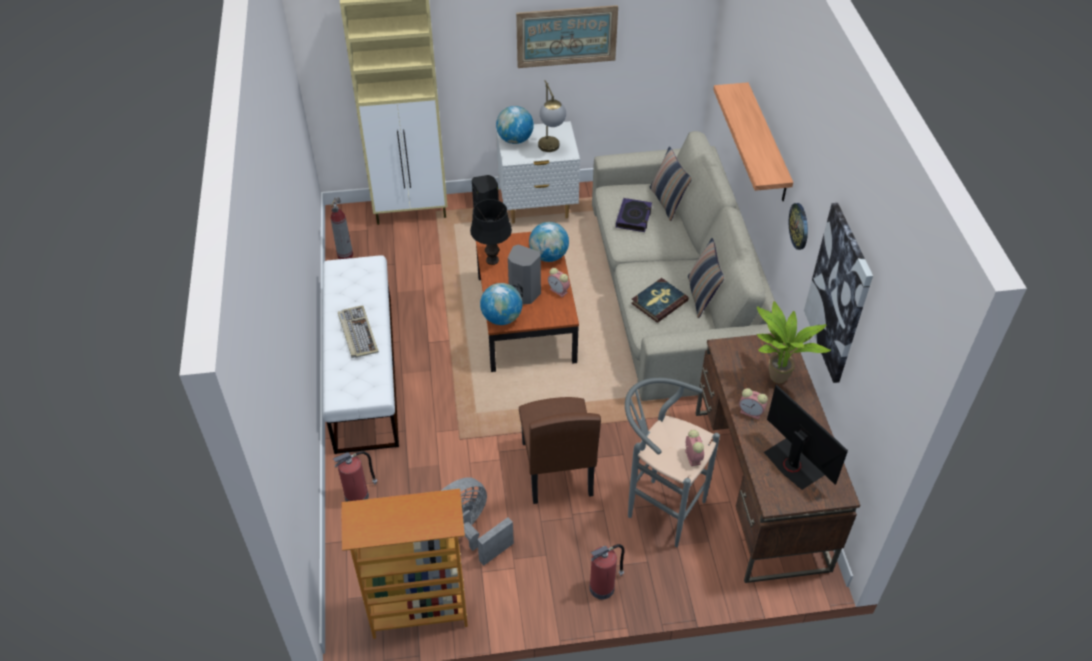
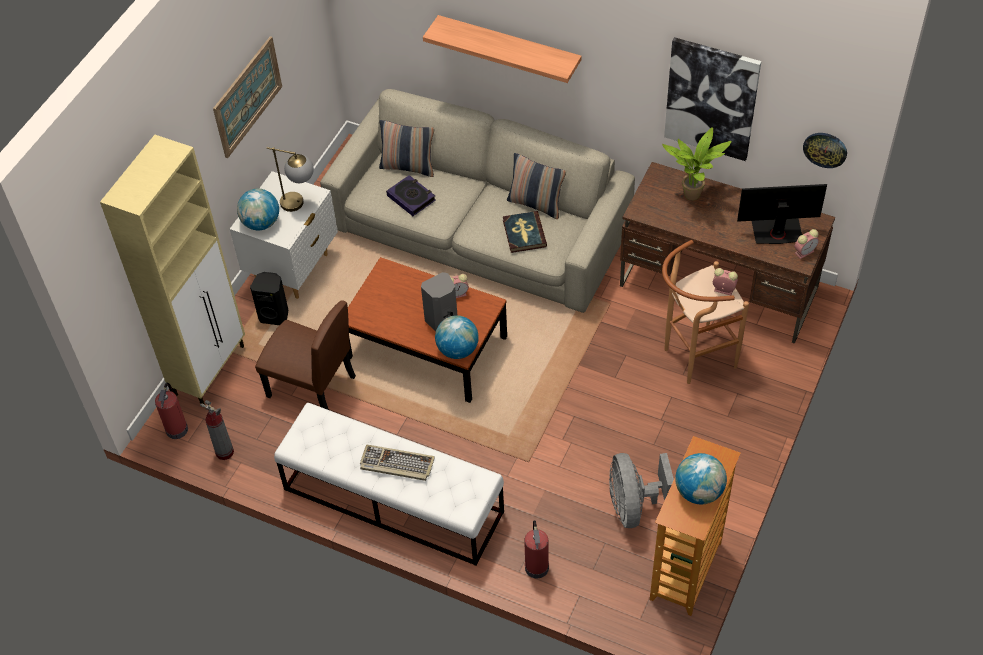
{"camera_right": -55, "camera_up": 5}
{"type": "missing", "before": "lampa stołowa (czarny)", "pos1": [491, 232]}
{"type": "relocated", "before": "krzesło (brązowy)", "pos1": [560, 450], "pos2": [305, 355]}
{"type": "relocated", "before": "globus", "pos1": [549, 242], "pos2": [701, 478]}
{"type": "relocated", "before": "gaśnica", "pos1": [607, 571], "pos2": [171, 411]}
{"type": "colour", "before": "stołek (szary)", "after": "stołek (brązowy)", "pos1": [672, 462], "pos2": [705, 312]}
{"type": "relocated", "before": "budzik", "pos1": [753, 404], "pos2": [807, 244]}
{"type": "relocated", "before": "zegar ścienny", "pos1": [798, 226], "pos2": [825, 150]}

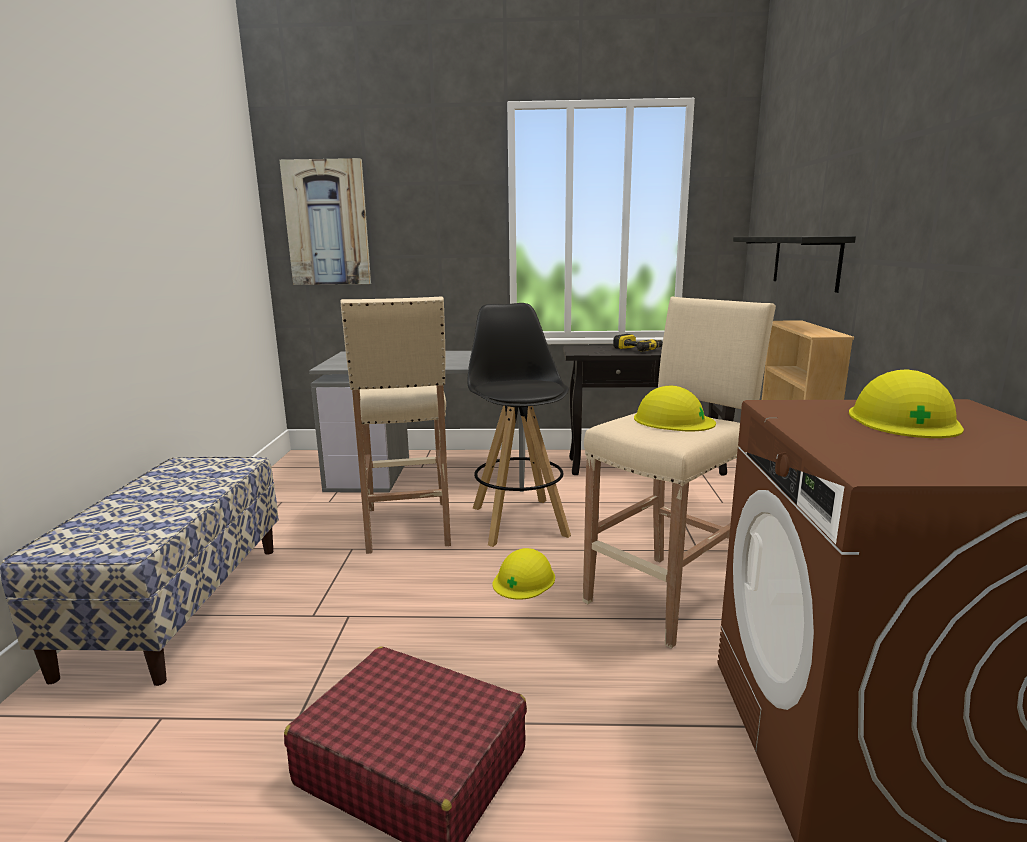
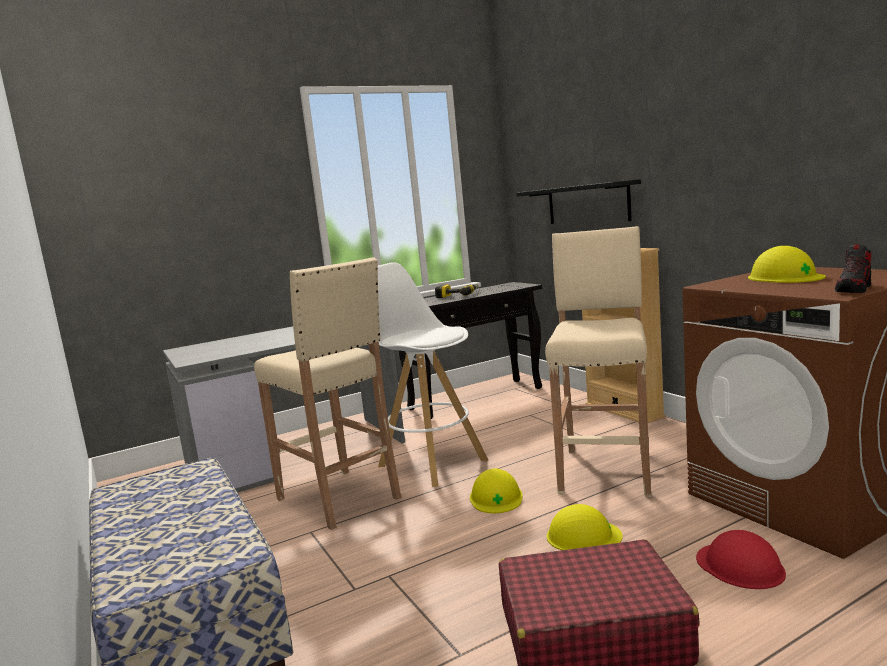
{"camera_right": -30, "camera_up": -5}
{"type": "missing", "before": "obraz", "pos1": [325, 221]}
{"type": "colour", "before": "stołek (czarny)", "after": "stołek (biały)", "pos1": [519, 425], "pos2": [433, 374]}
{"type": "relocated", "before": "kask (żółty)", "pos1": [675, 408], "pos2": [584, 527]}
{"type": "appeared", "after": "kask (czerwony)", "pos2": [741, 559]}
{"type": "appeared", "after": "but", "pos2": [853, 269]}

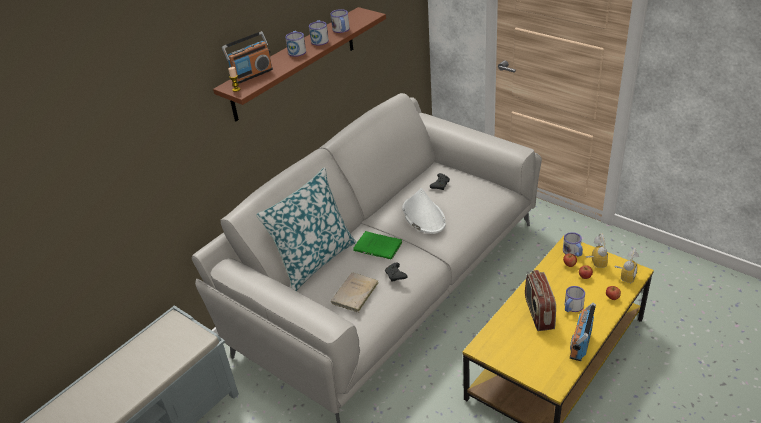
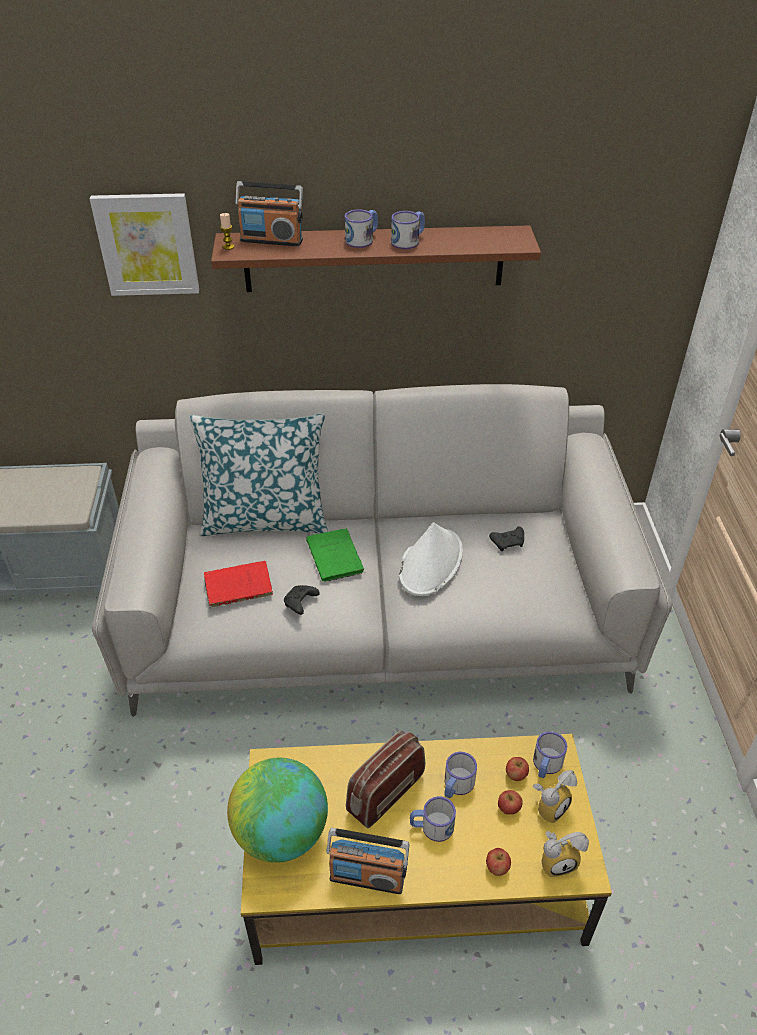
{"camera_right": 45, "camera_up": 5}
{"type": "relocated", "before": "kubek", "pos1": [340, 21], "pos2": [460, 775]}
{"type": "colour", "before": "książka (beżowy)", "after": "książka (czerwony)", "pos1": [355, 293], "pos2": [238, 585]}
{"type": "spun", "before": "radio", "pos1": [583, 332], "pos2": [367, 861], "turn": -150}
{"type": "appeared", "after": "obraz", "pos2": [144, 244]}
{"type": "appeared", "after": "globus", "pos2": [277, 810]}

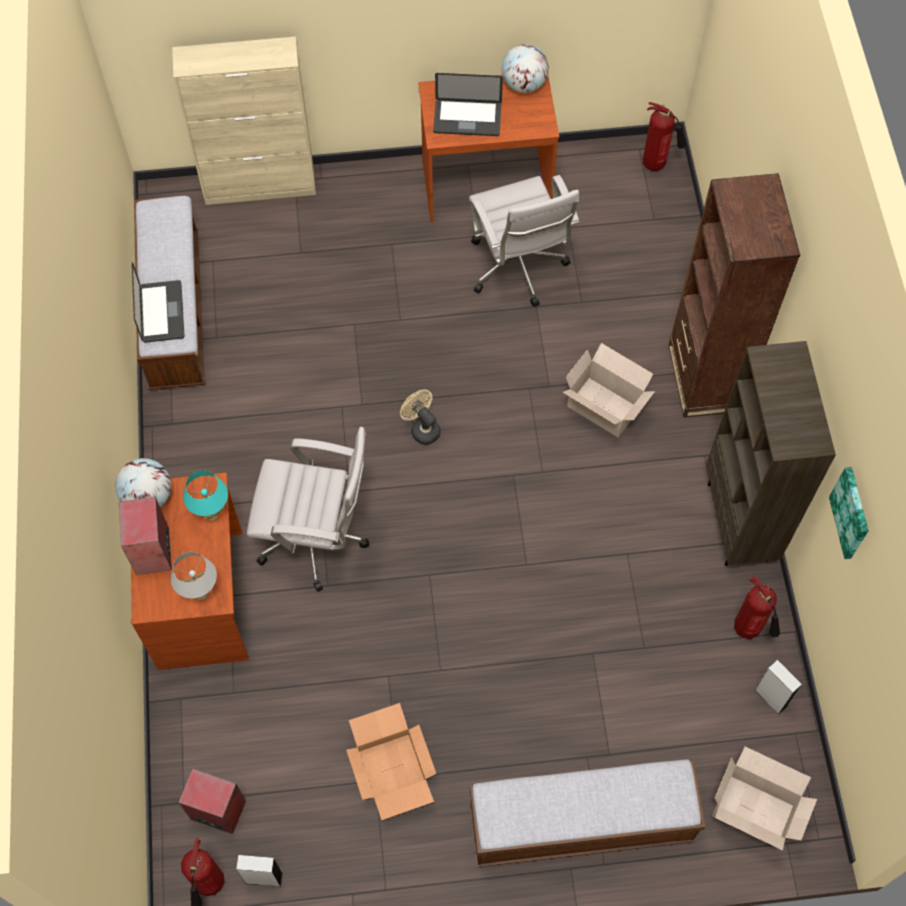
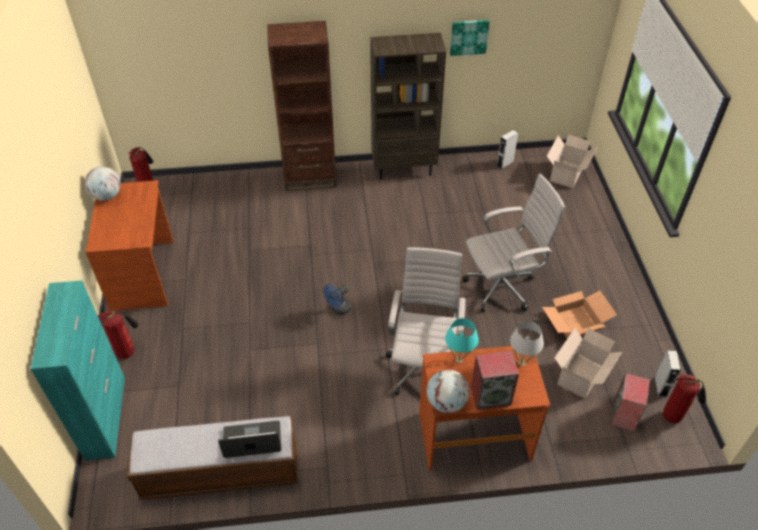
{"camera_right": -90, "camera_up": -15}
{"type": "colour", "before": "szafka (beżowy)", "after": "szafka (turkusowy)", "pos1": [244, 121], "pos2": [77, 370]}
{"type": "colour", "before": "wentylator (beżowy)", "after": "wentylator (niebieski)", "pos1": [420, 417], "pos2": [337, 299]}
{"type": "missing", "before": "laptop", "pos1": [468, 104]}
{"type": "relocated", "before": "krzesło biurowe (biały)", "pos1": [524, 241], "pos2": [514, 243]}
{"type": "missing", "before": "ławka", "pos1": [587, 813]}
{"type": "relocated", "before": "karton", "pos1": [609, 390], "pos2": [588, 363]}
{"type": "relocated", "before": "gaśnica", "pos1": [757, 607], "pos2": [118, 335]}

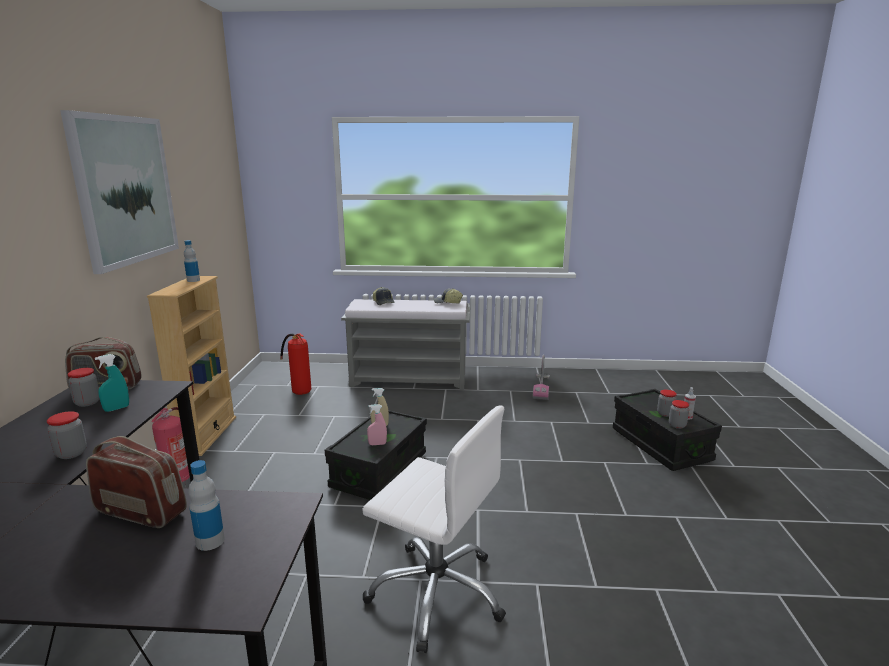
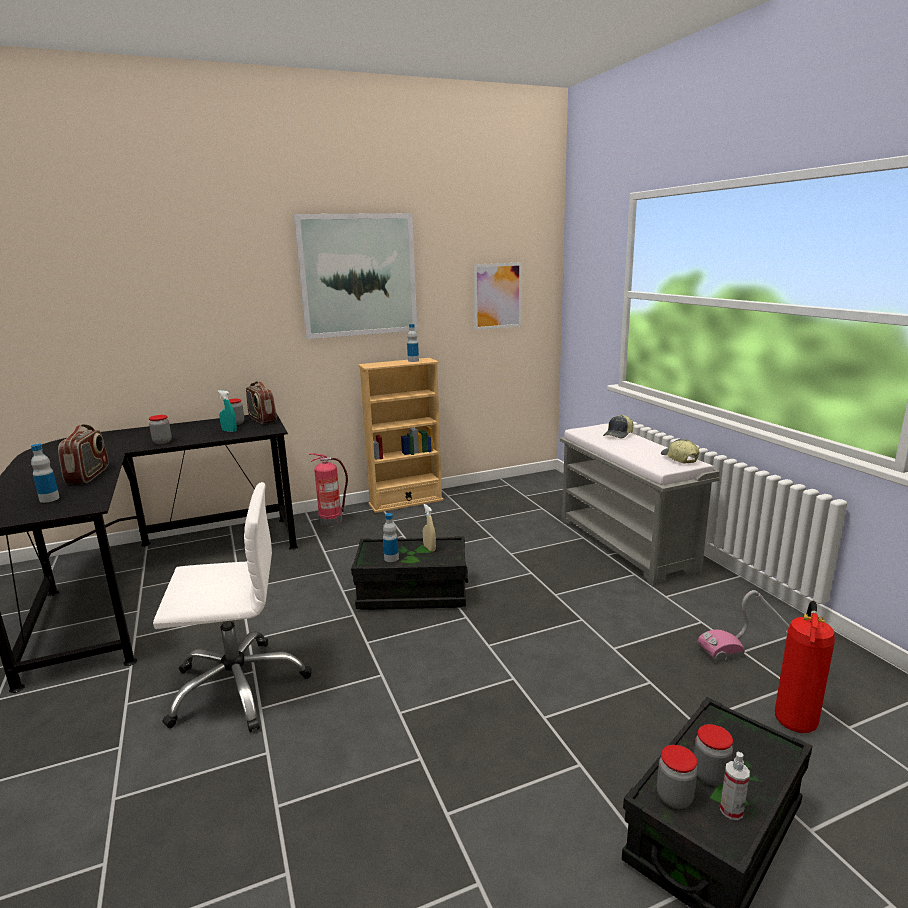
{"camera_right": 65, "camera_up": 0}
{"type": "relocated", "before": "gaśnica", "pos1": [295, 364], "pos2": [805, 667]}
{"type": "spun", "before": "krzesło biurowe (biały)", "pos1": [434, 529], "pos2": [232, 607], "turn": -105}
{"type": "exchanged", "before": "spryskiwacz (różowy)", "after": "butelka", "pos1": [377, 424], "pos2": [391, 537]}
{"type": "appeared", "after": "obraz", "pos2": [497, 296]}

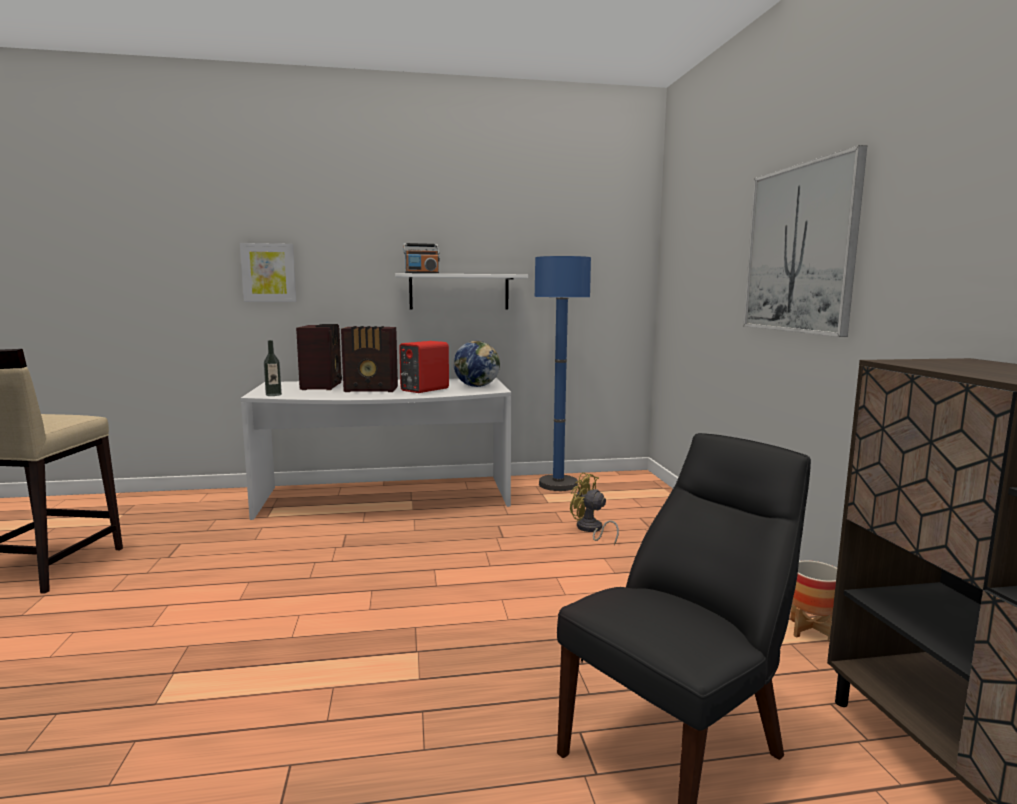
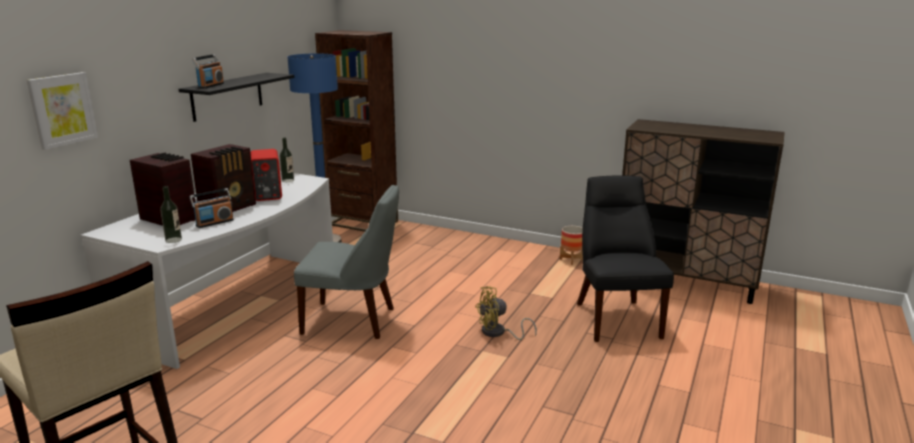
{"camera_right": -55, "camera_up": 10}
{"type": "colour", "before": "półka (biały)", "after": "półka (czarny)", "pos1": [461, 291], "pos2": [236, 97]}
{"type": "exchanged", "before": "globus", "after": "butelka", "pos1": [476, 364], "pos2": [287, 160]}
{"type": "relocated", "before": "wentylator (żółty)", "pos1": [594, 508], "pos2": [506, 313]}
{"type": "missing", "before": "obraz", "pos1": [805, 241]}
{"type": "appeared", "after": "radio", "pos2": [212, 208]}
{"type": "appeared", "after": "krzesło (szary)", "pos2": [346, 262]}
{"type": "appeared", "after": "regał (brązowy)", "pos2": [356, 131]}

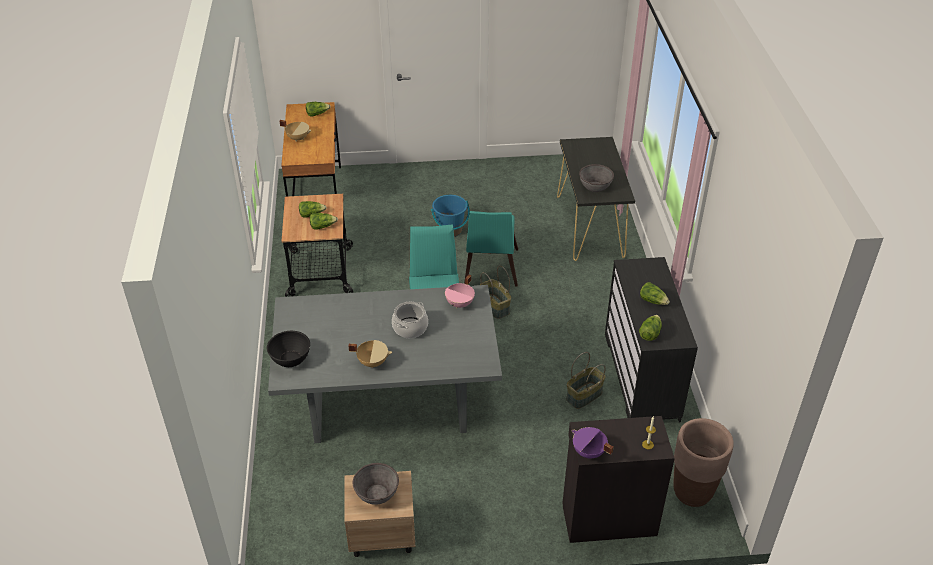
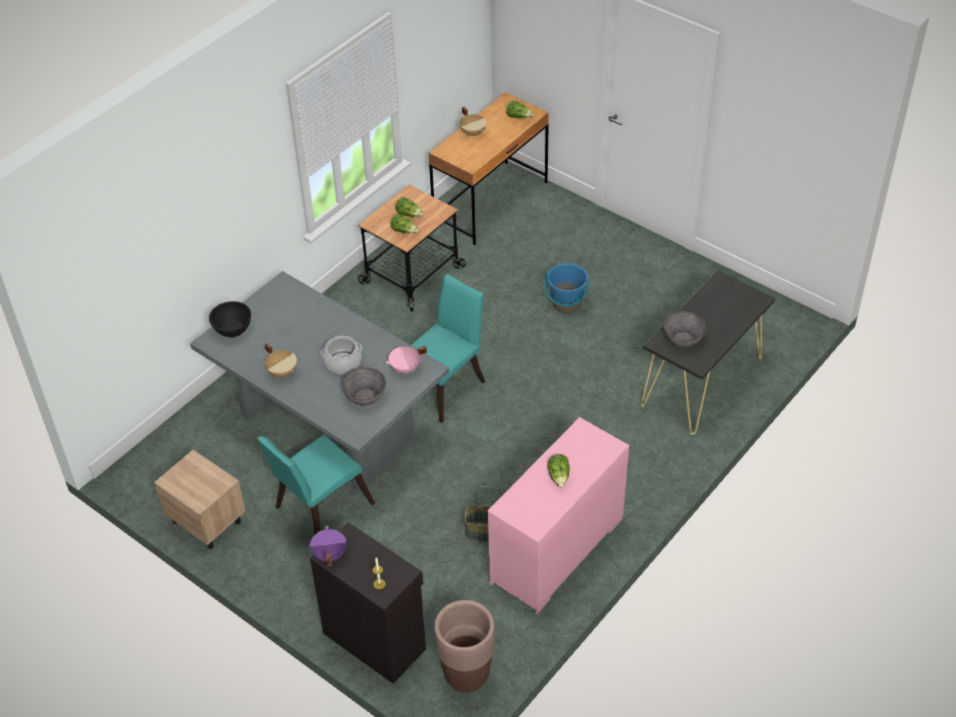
{"camera_right": 45, "camera_up": 5}
{"type": "relocated", "before": "miska (szary)", "pos1": [376, 484], "pos2": [364, 386]}
{"type": "relocated", "before": "krzesło (turkusowy)", "pos1": [491, 248], "pos2": [316, 485]}
{"type": "missing", "before": "koszyk", "pos1": [495, 292]}
{"type": "colour", "before": "komoda (czarny)", "after": "komoda (różowy)", "pos1": [651, 339], "pos2": [558, 515]}
{"type": "missing", "before": "sałata", "pos1": [650, 328]}

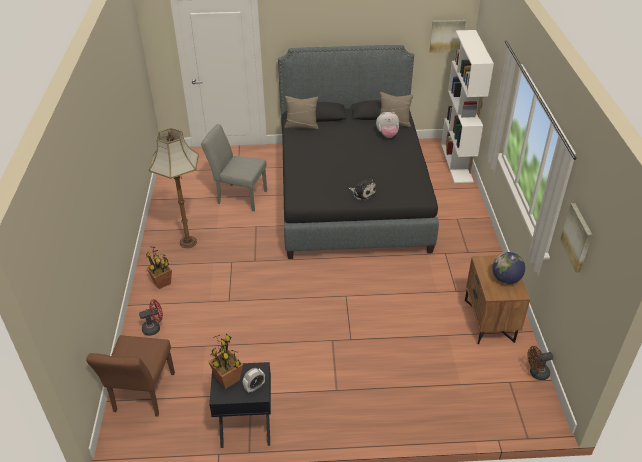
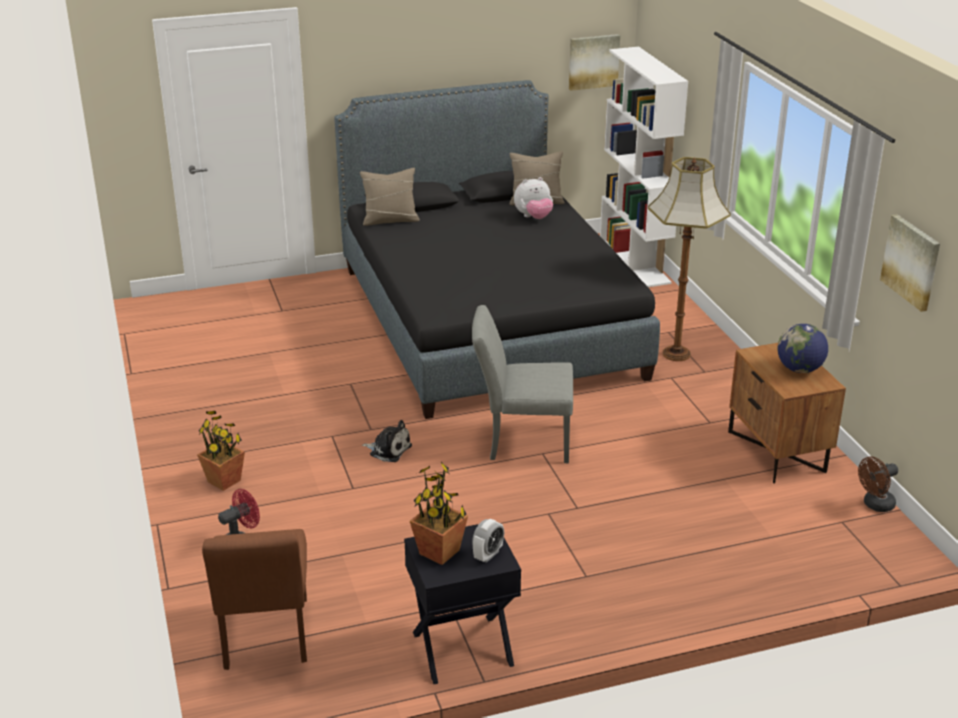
{"camera_right": -15, "camera_up": -10}
{"type": "relocated", "before": "lampa stojąca", "pos1": [174, 188], "pos2": [689, 259]}
{"type": "relocated", "before": "krzesło (szary)", "pos1": [234, 168], "pos2": [522, 384]}
{"type": "relocated", "before": "pluszak", "pos1": [363, 189], "pos2": [387, 441]}

